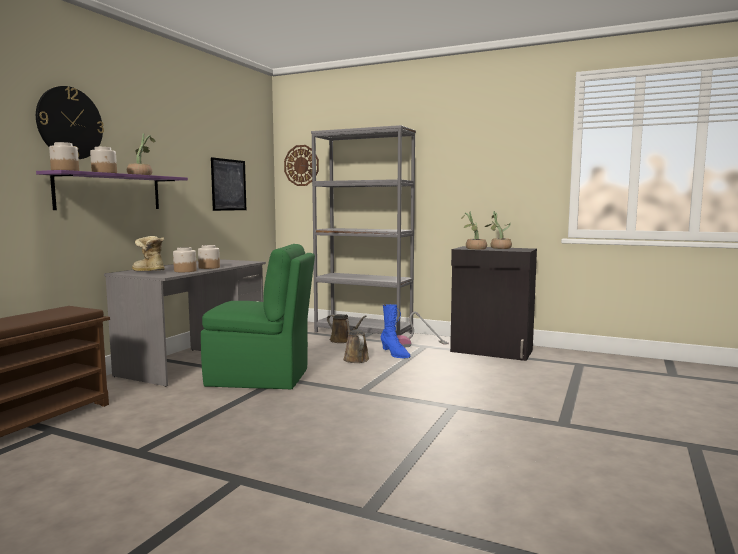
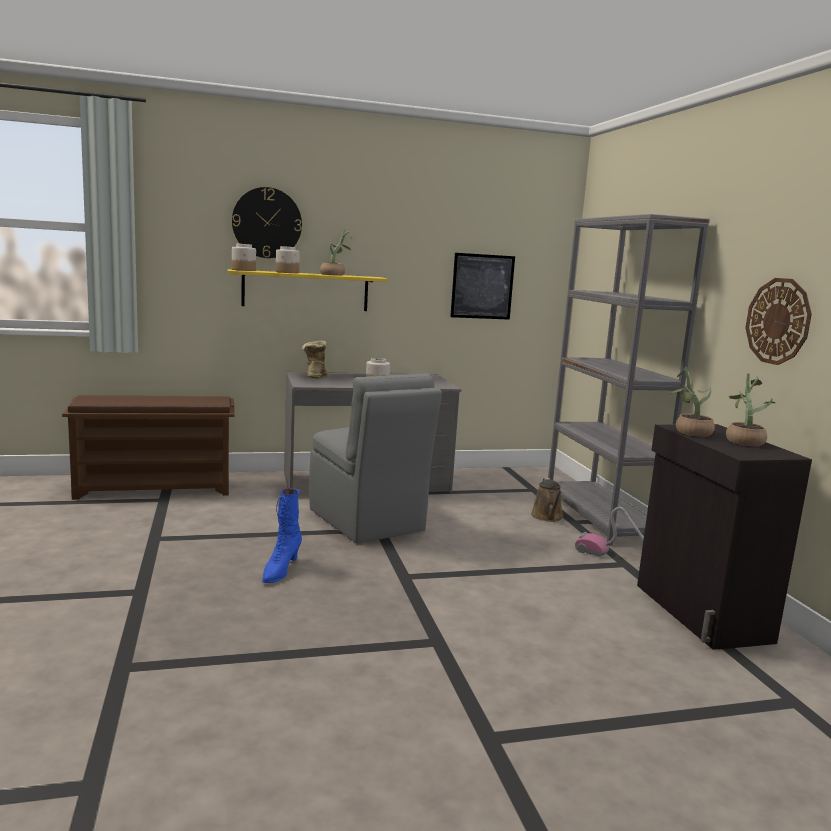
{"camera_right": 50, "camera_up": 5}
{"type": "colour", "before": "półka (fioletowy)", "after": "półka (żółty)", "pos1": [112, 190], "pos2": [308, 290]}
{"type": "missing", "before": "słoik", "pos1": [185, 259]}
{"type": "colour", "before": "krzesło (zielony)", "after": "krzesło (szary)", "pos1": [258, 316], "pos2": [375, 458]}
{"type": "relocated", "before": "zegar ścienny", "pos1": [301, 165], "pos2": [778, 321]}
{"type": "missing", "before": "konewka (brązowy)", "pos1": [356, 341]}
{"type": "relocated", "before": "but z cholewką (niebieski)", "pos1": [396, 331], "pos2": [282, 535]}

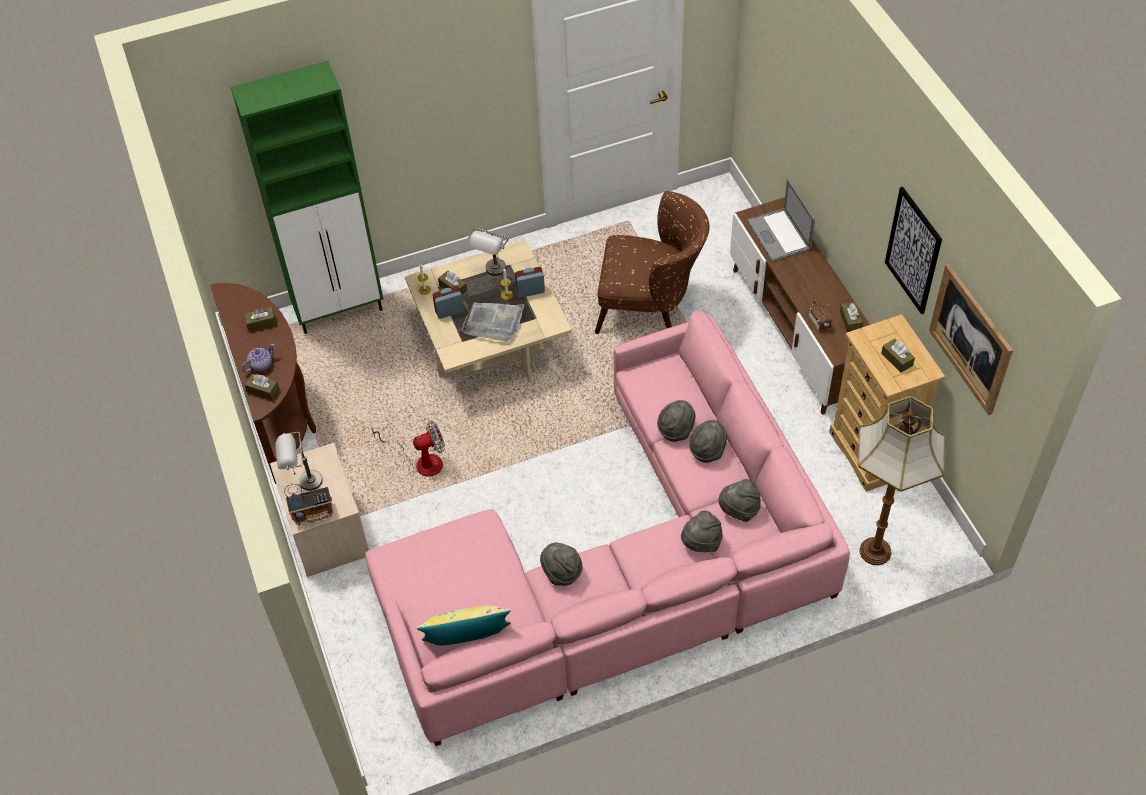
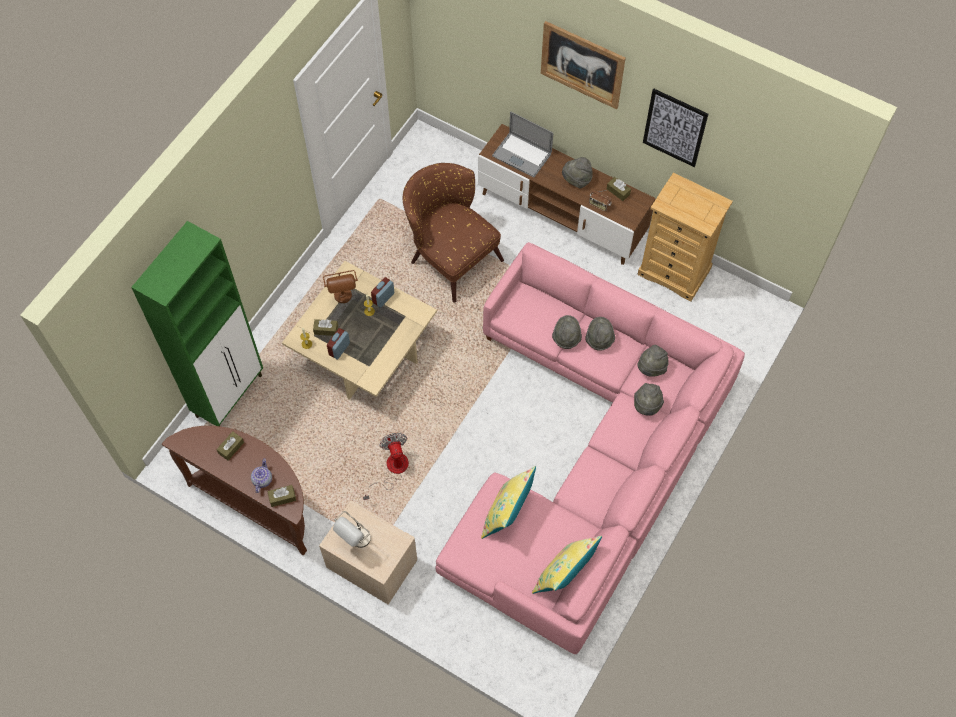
{"camera_right": -40, "camera_up": 10}
{"type": "missing", "before": "radio", "pos1": [308, 504]}
{"type": "spun", "before": "wentylator", "pos1": [408, 449], "pos2": [386, 466], "turn": -45}
{"type": "missing", "before": "taca (szary)", "pos1": [493, 321]}
{"type": "colour", "before": "lampa stołowa (szary)", "after": "lampa stołowa (brązowy)", "pos1": [488, 252], "pos2": [340, 286]}
{"type": "relocated", "before": "kapelusz (szary)", "pos1": [561, 564], "pos2": [577, 173]}
{"type": "spun", "before": "fotel (brązowy)", "pos1": [652, 262], "pos2": [453, 233], "turn": -105}
{"type": "missing", "before": "lampa stojąca", "pos1": [901, 480]}
{"type": "missing", "before": "pudełko chusteczek (brązowy)", "pos1": [898, 356]}
{"type": "relocated", "before": "obraz", "pos1": [971, 339], "pos2": [583, 65]}
{"type": "appeared", "after": "poduszka (żółty)", "pos2": [508, 502]}

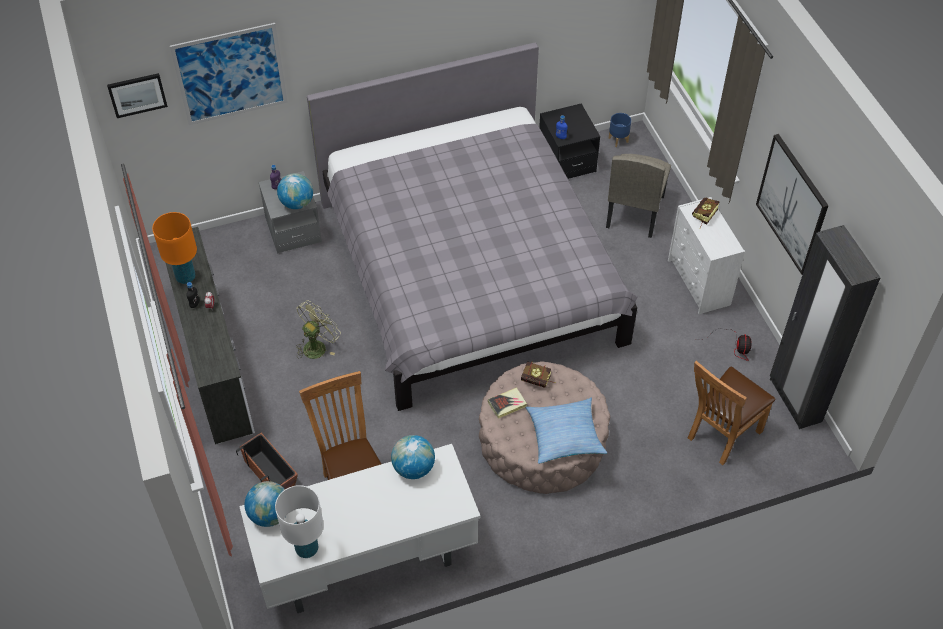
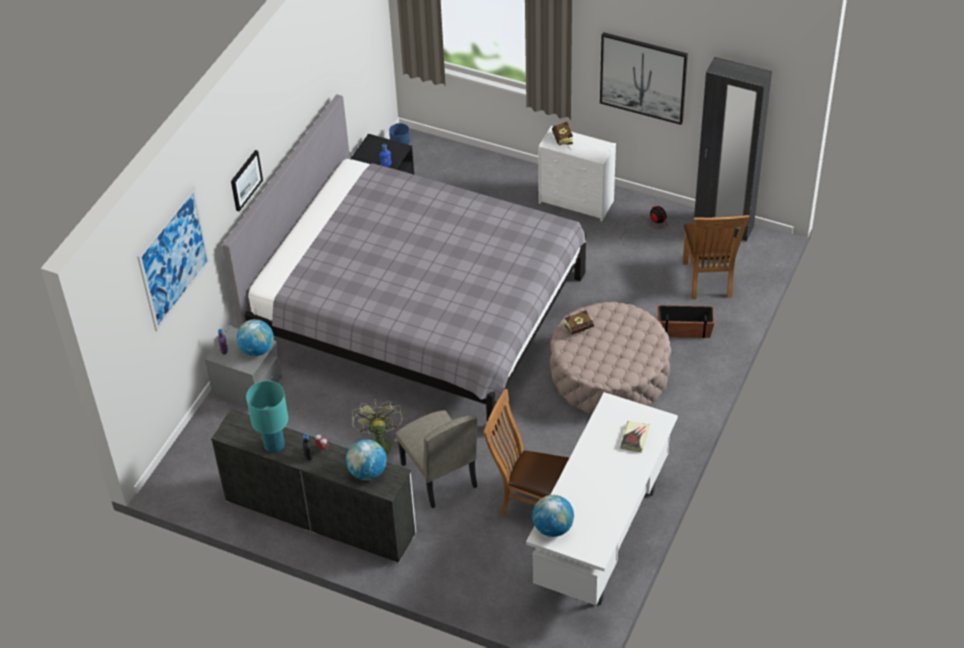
{"camera_right": -45, "camera_up": -5}
{"type": "relocated", "before": "obraz", "pos1": [137, 95], "pos2": [247, 180]}
{"type": "colour", "before": "lampa stołowa (pomarańczowy)", "after": "lampa stołowa (turkusowy)", "pos1": [174, 248], "pos2": [267, 417]}
{"type": "relocated", "before": "donica", "pos1": [267, 461], "pos2": [685, 321]}
{"type": "missing", "before": "lampa stołowa (biały)", "pos1": [299, 521]}
{"type": "relocated", "before": "globus", "pos1": [413, 457], "pos2": [366, 459]}
{"type": "relocated", "before": "książka", "pos1": [507, 403], "pos2": [635, 437]}
{"type": "missing", "before": "poduszka", "pos1": [566, 431]}
{"type": "relocated", "before": "krzesło (beżowy)", "pos1": [638, 196], "pos2": [436, 459]}

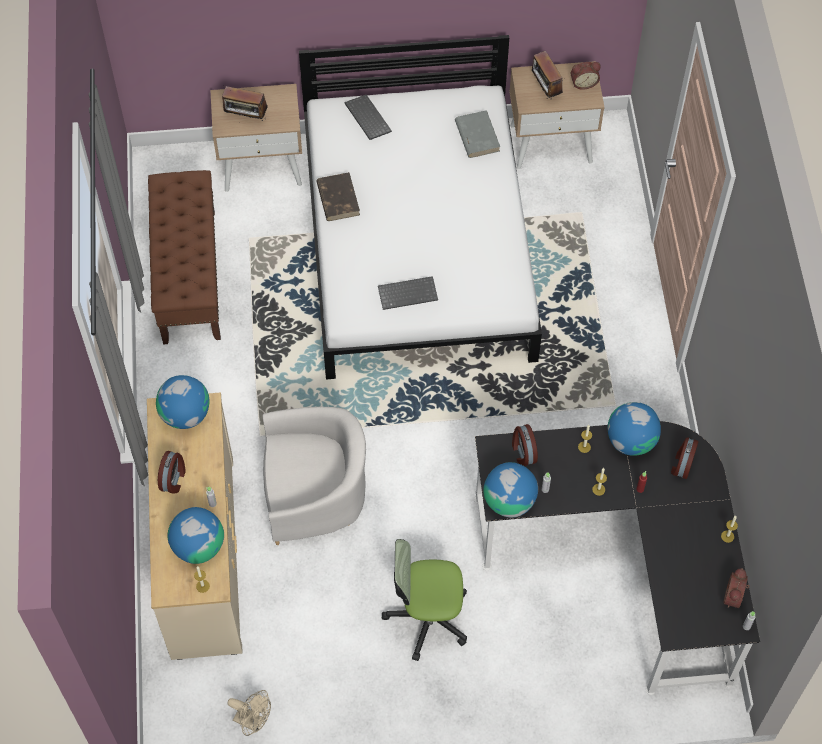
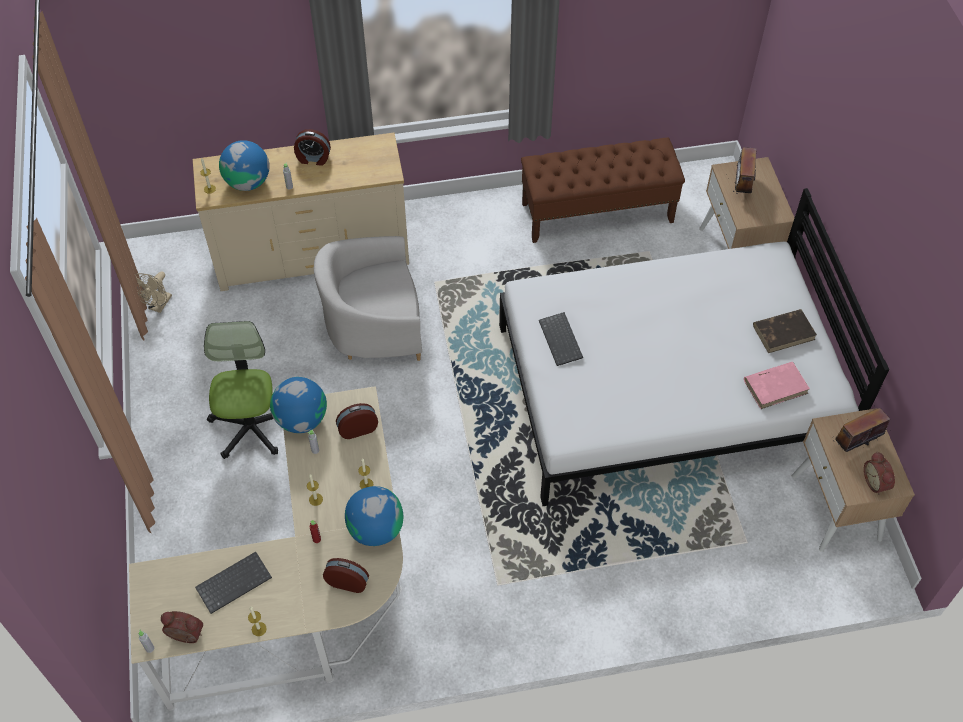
{"camera_right": 85, "camera_up": -5}
{"type": "missing", "before": "globus", "pos1": [182, 402]}
{"type": "spun", "before": "fotel (biały)", "pos1": [314, 476], "pos2": [368, 298], "turn": 90}
{"type": "relocated", "before": "książka (brązowy)", "pos1": [338, 196], "pos2": [785, 331]}
{"type": "relocated", "before": "klawiatura", "pos1": [368, 117], "pos2": [233, 583]}
{"type": "colour", "before": "książka (szary)", "after": "książka (różowy)", "pos1": [477, 134], "pos2": [777, 385]}
{"type": "colour", "before": "biurko (czarny)", "after": "biurko (beżowy)", "pos1": [617, 558], "pos2": [266, 548]}

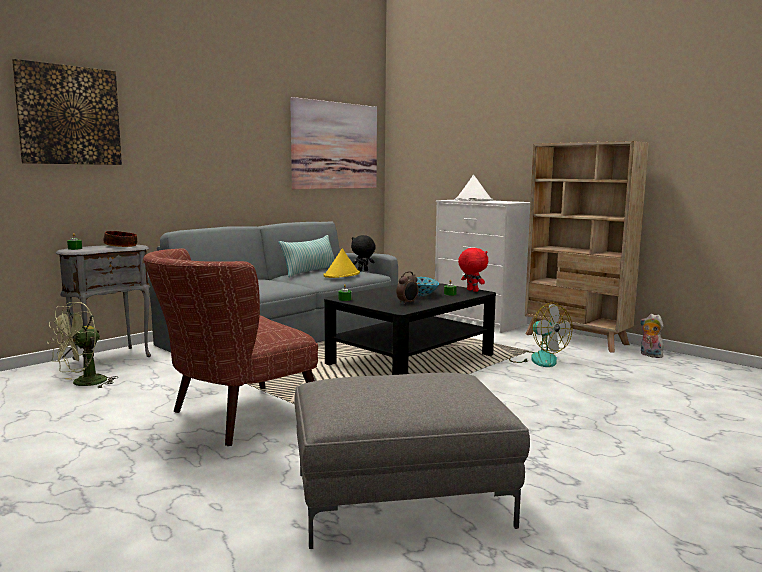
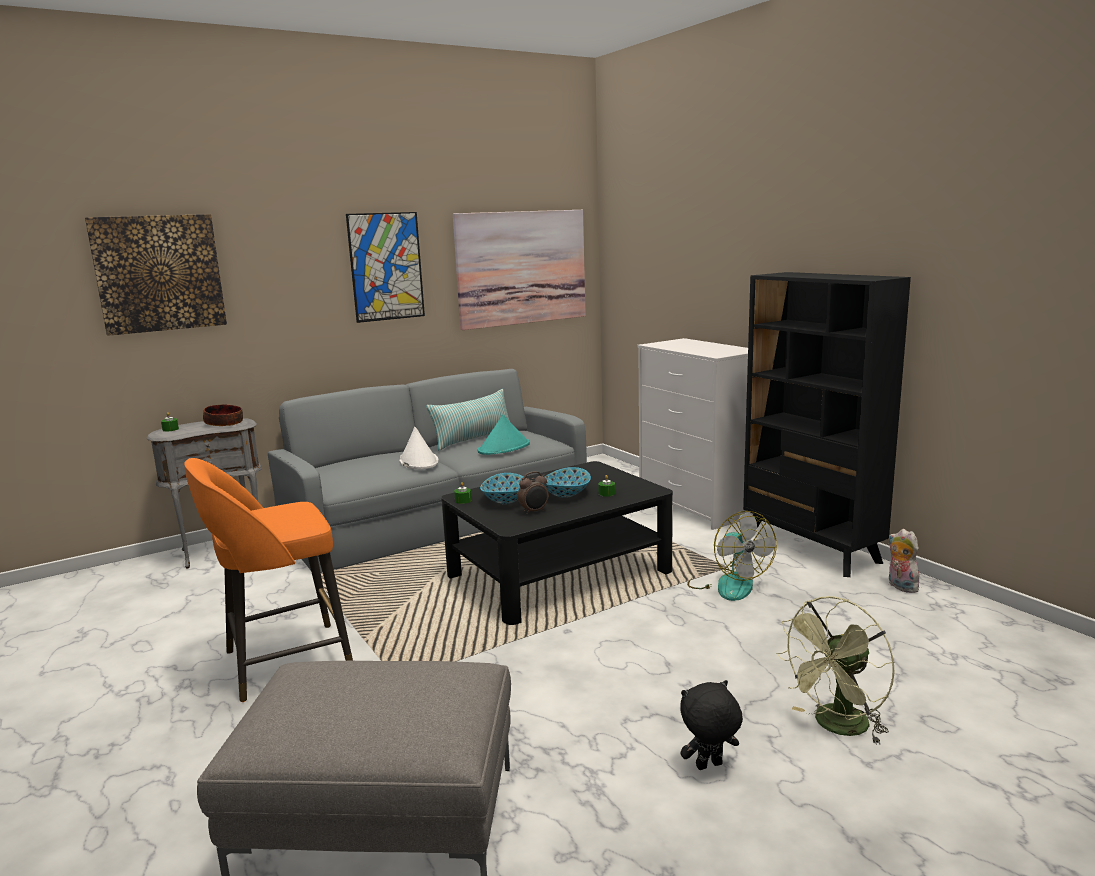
{"camera_right": 15, "camera_up": 5}
{"type": "relocated", "before": "wentylator (zielony)", "pos1": [82, 345], "pos2": [835, 670]}
{"type": "exchanged", "before": "fotel (brązowy)", "after": "stołek (pomarańczowy)", "pos1": [230, 347], "pos2": [268, 580]}
{"type": "colour", "before": "kapelusz (żółty)", "after": "kapelusz (turkusowy)", "pos1": [341, 263], "pos2": [504, 435]}
{"type": "relocated", "before": "pluszak (czarny)", "pos1": [363, 253], "pos2": [711, 725]}
{"type": "relocated", "before": "kapelusz (biały)", "pos1": [474, 188], "pos2": [419, 448]}
{"type": "missing", "before": "pluszak (czerwony)", "pos1": [473, 270]}
{"type": "colour", "before": "regał (beżowy)", "after": "regał (czarny)", "pos1": [587, 247], "pos2": [827, 424]}
{"type": "appeared", "after": "obraz", "pos2": [385, 267]}
{"type": "appeared", "after": "miska", "pos2": [502, 488]}

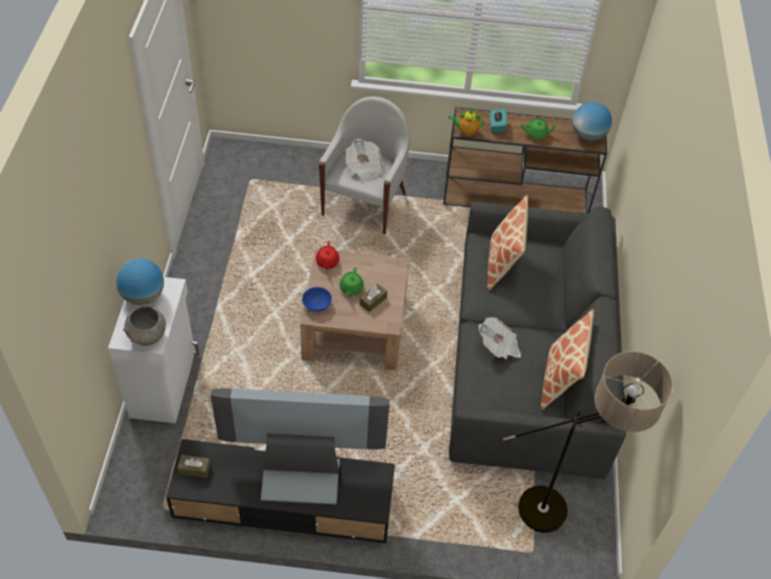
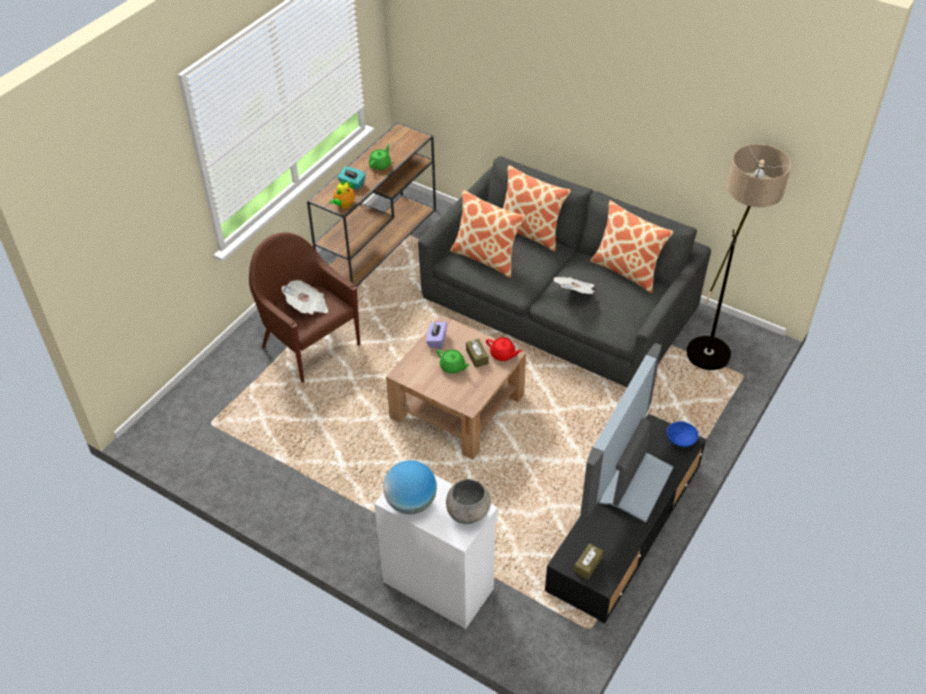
{"camera_right": -60, "camera_up": -5}
{"type": "relocated", "before": "miska (niebieski)", "pos1": [317, 299], "pos2": [682, 434]}
{"type": "relocated", "before": "imbryk (czerwony)", "pos1": [328, 255], "pos2": [504, 349]}
{"type": "colour", "before": "fotel (biały)", "after": "fotel (brązowy)", "pos1": [365, 165], "pos2": [304, 307]}
{"type": "missing", "before": "globus", "pos1": [592, 121]}
{"type": "appeared", "after": "pudełko chusteczek (fioletowy)", "pos2": [436, 335]}
{"type": "appeared", "after": "poduszka", "pos2": [537, 208]}

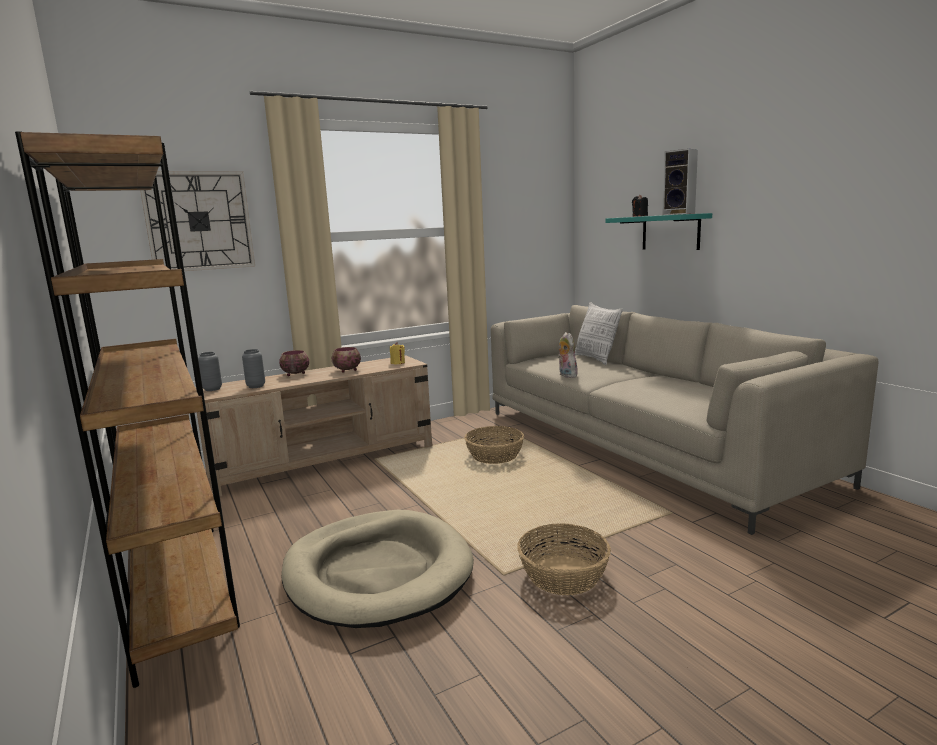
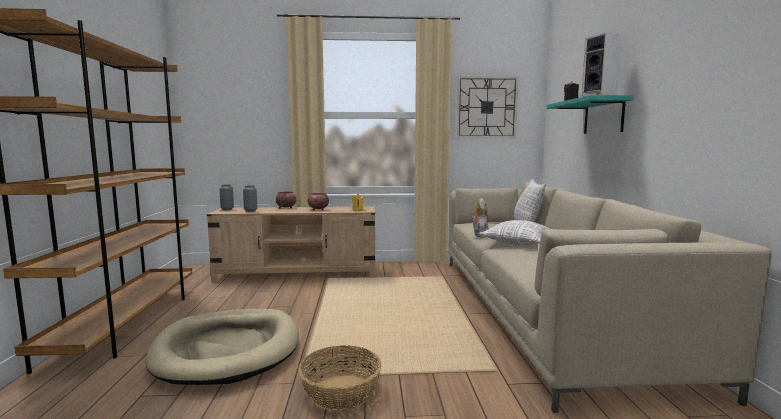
{"camera_right": 25, "camera_up": -5}
{"type": "relocated", "before": "zegar ścienny", "pos1": [197, 221], "pos2": [487, 107]}
{"type": "missing", "before": "koszyk", "pos1": [494, 445]}
{"type": "appeared", "after": "poduszka", "pos2": [514, 233]}

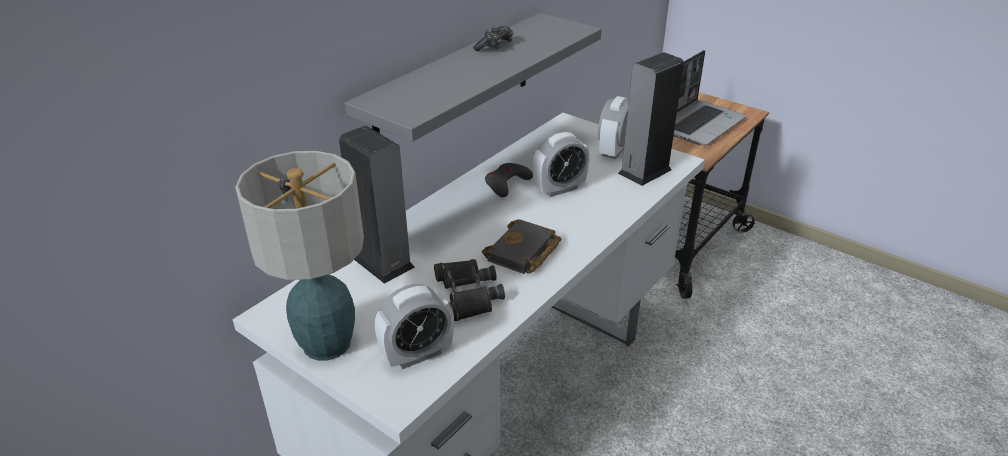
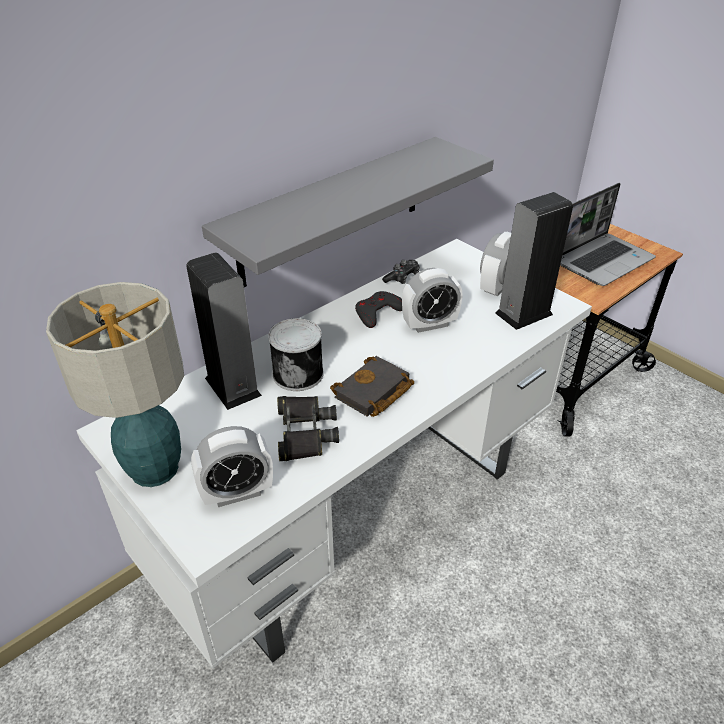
{"camera_right": 10, "camera_up": 5}
{"type": "relocated", "before": "pad do gier", "pos1": [493, 38], "pos2": [401, 272]}
{"type": "appeared", "after": "puszka", "pos2": [296, 354]}

